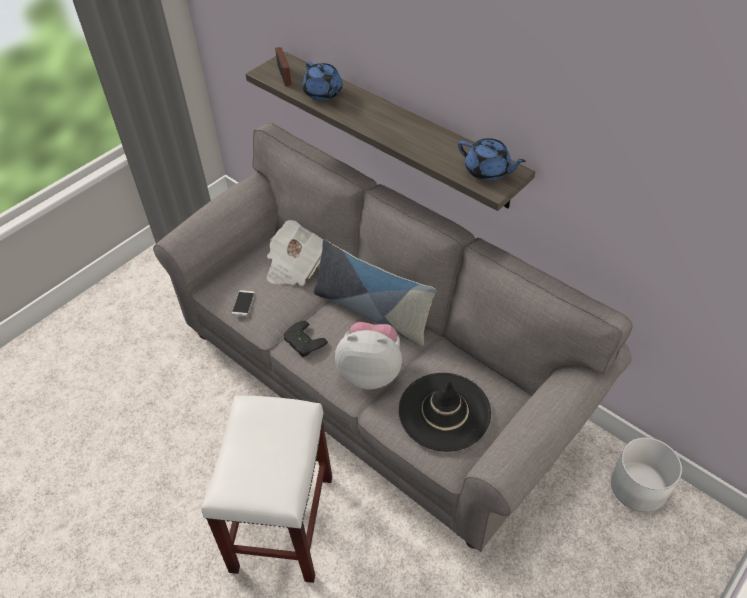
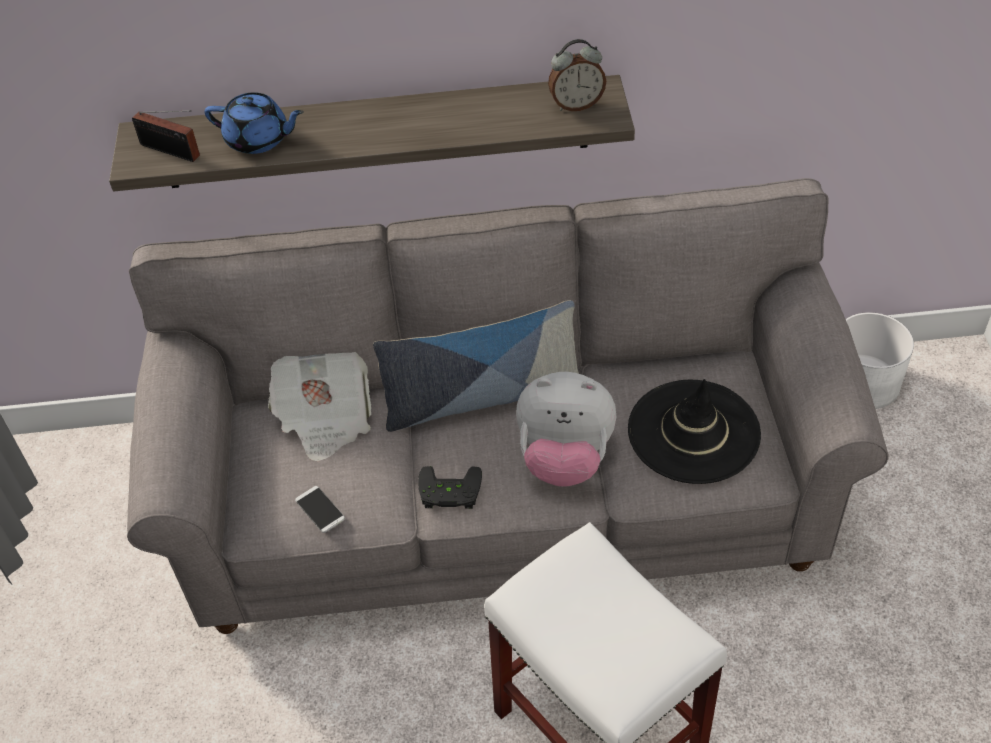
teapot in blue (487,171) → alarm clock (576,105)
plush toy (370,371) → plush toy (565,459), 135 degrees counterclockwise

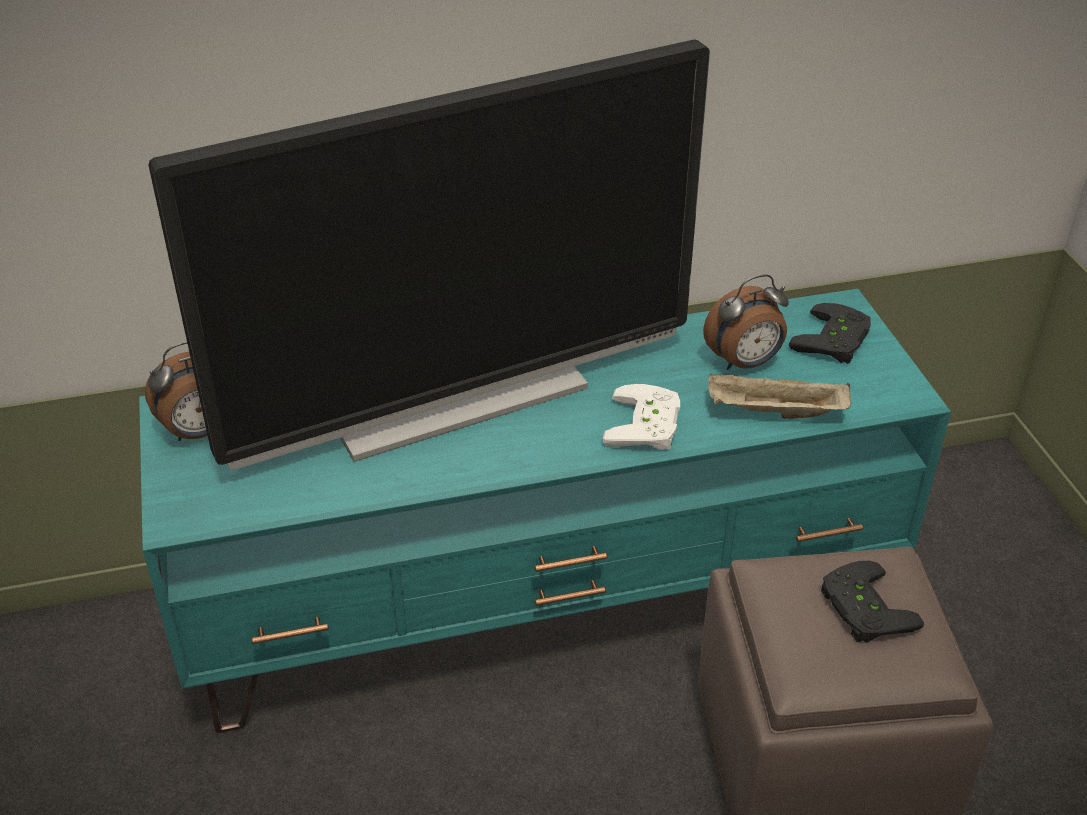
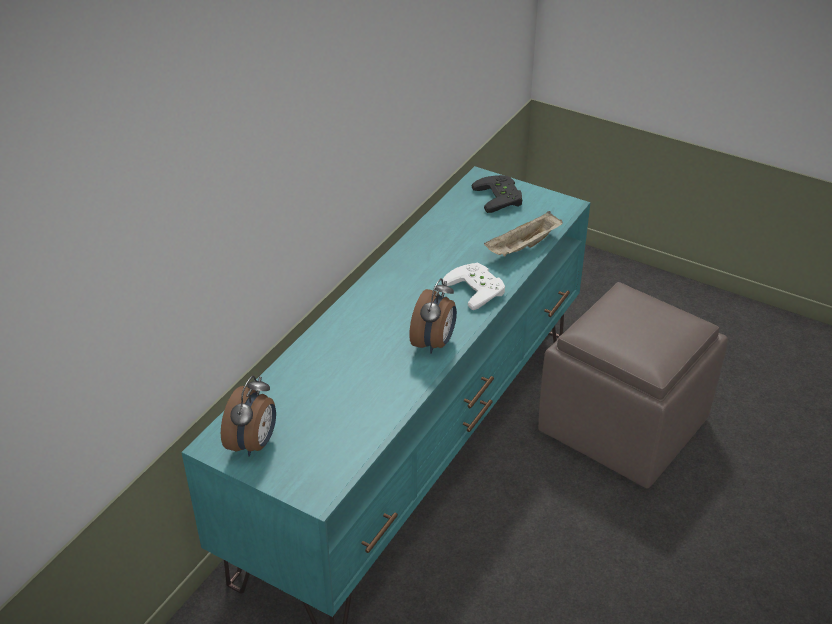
television (458,400) → -
game controller in black (861,609) → -
alarm clock (744,363) → alarm clock (434,343), relocated

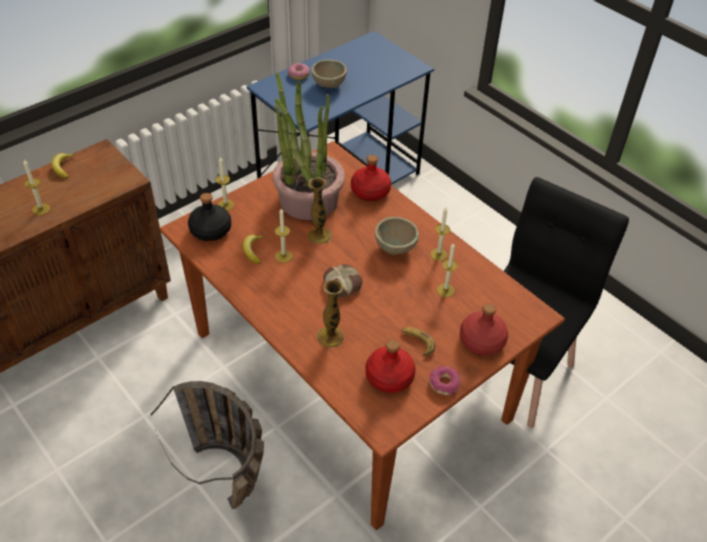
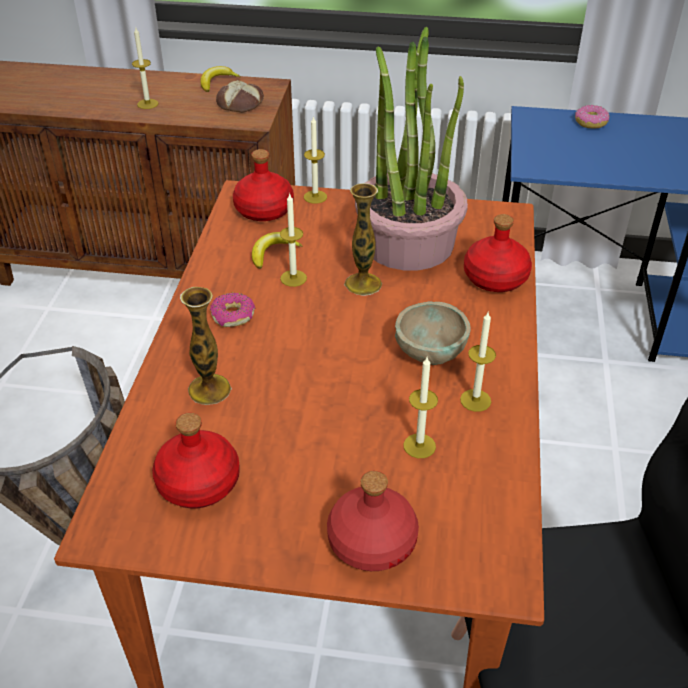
bowl in beige (329,85) → -
banana (417,342) → -
bread (343,284) → bread (241,104), relocated
donut (444,383) → donut (233,316), relocated
bottle in black (210,230) → bottle in red (263,210)

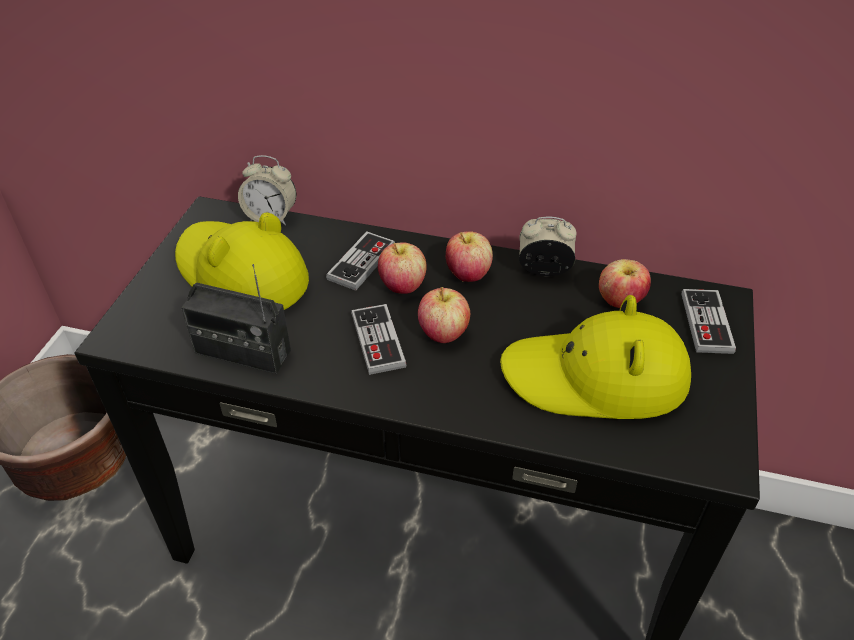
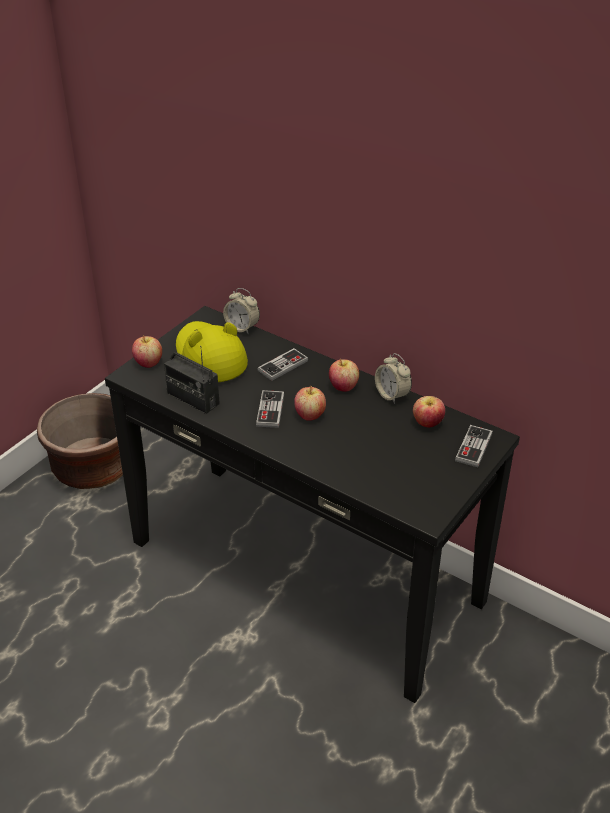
hat in yellow (596,377) → -
apple (402,285) → apple (148,363), relocated
alarm clock (544,270) → alarm clock (392,395), 150 degrees counterclockwise

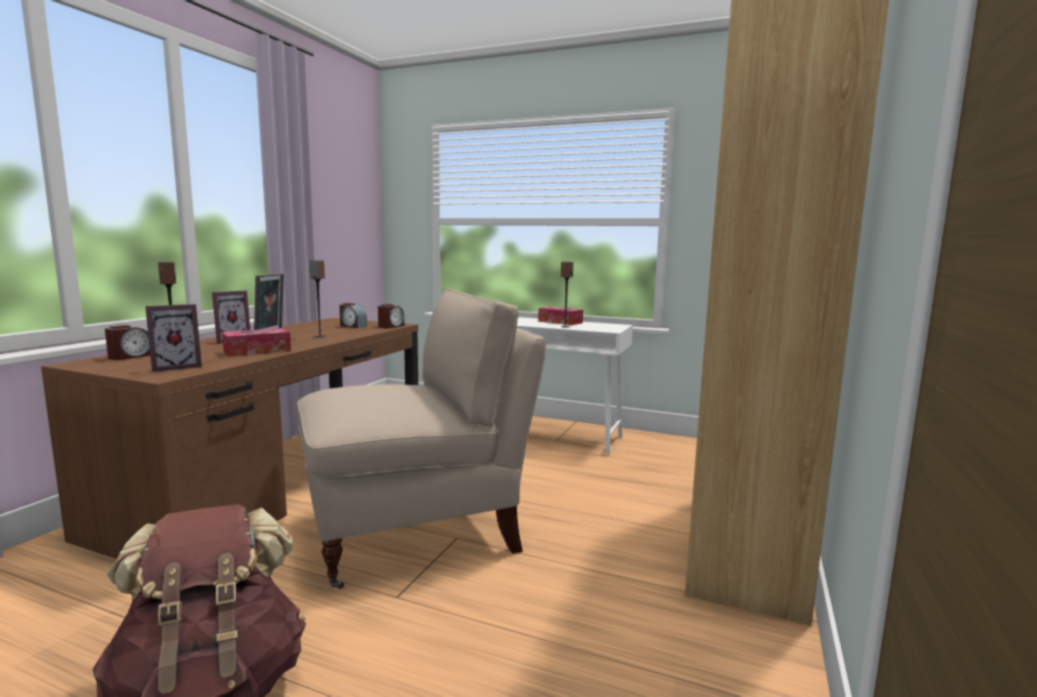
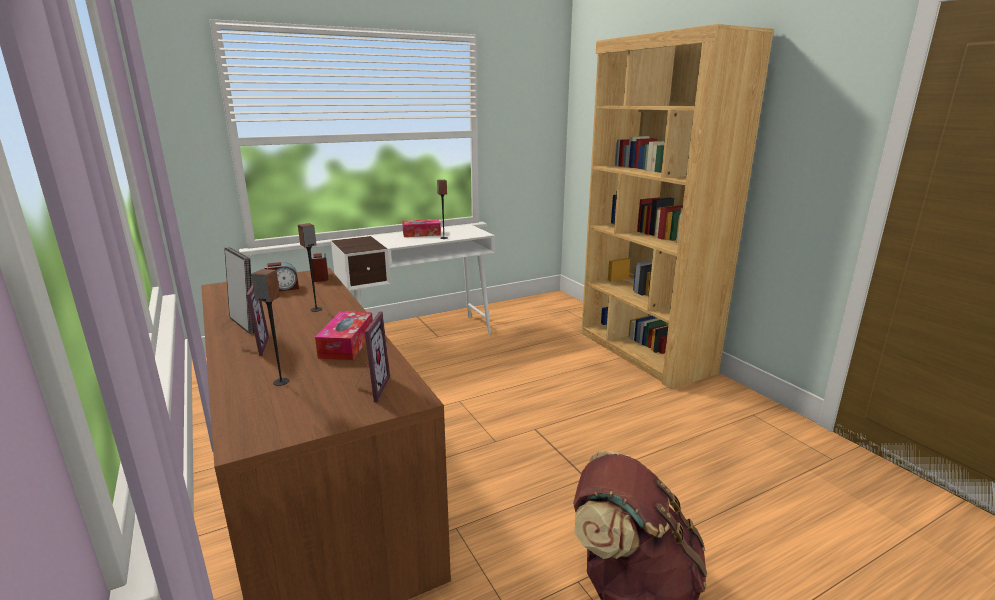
alarm clock (130,356) → -
chair in beige (416,532) → -

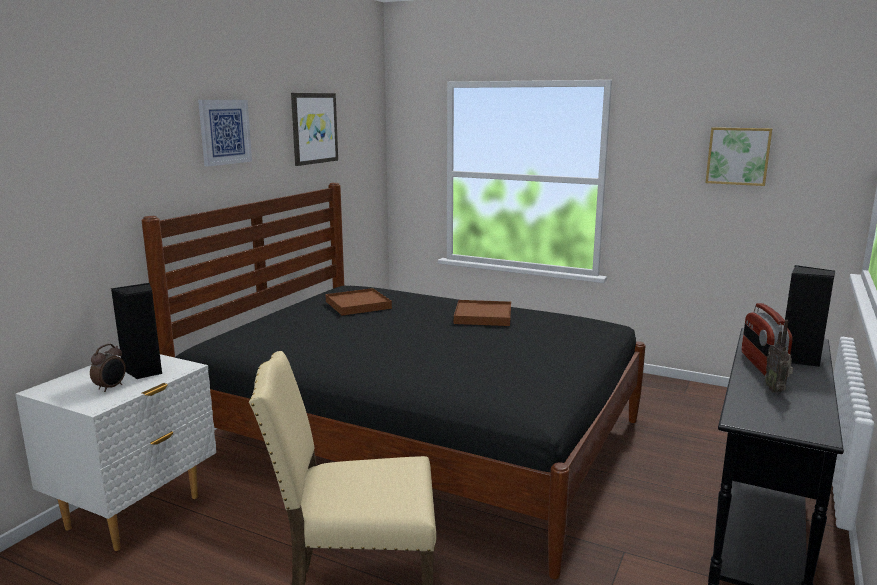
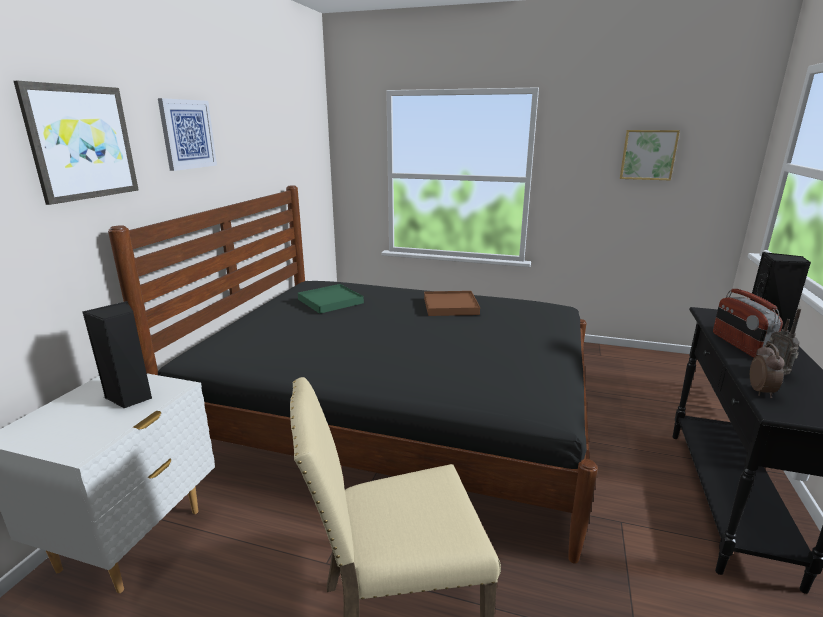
alarm clock (111,387) → alarm clock (761,392), relocated
picture (314,128) → picture (81,142), relocated
tray in brown (358,305) → tray in green (330,301)

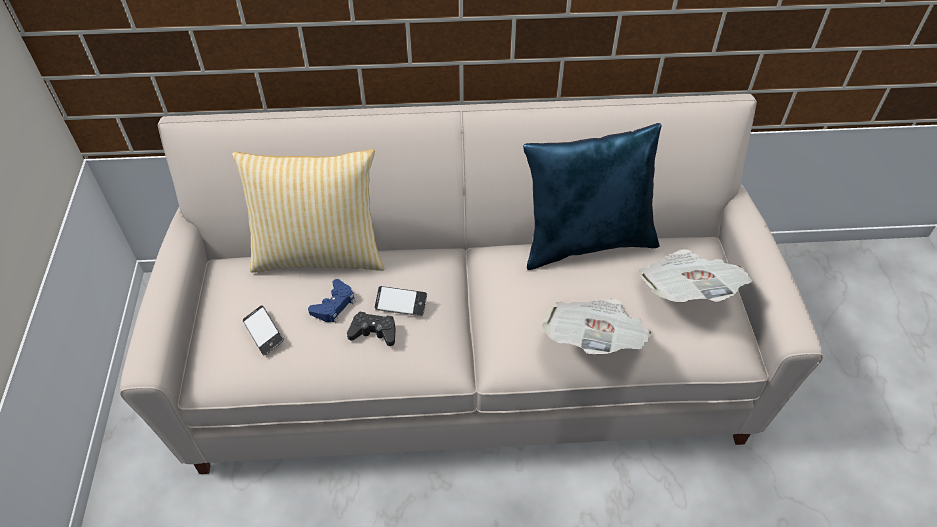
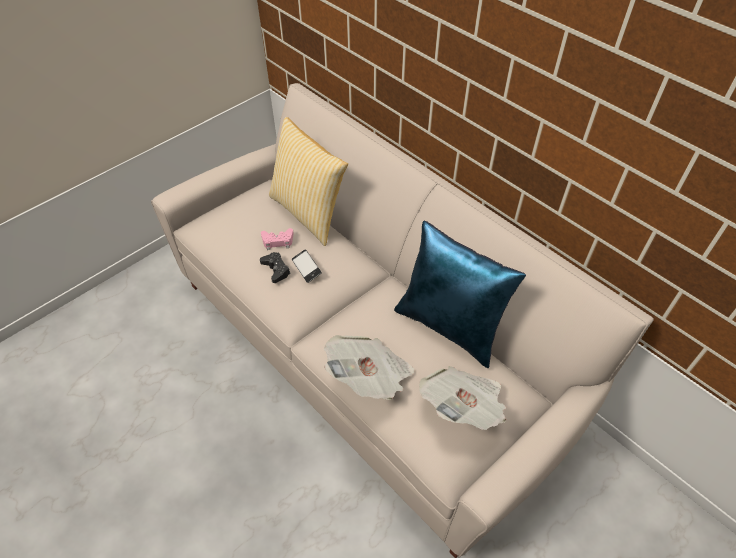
phone (264,332) → -
game controller in blue (334,305) → game controller in pink (278,241)

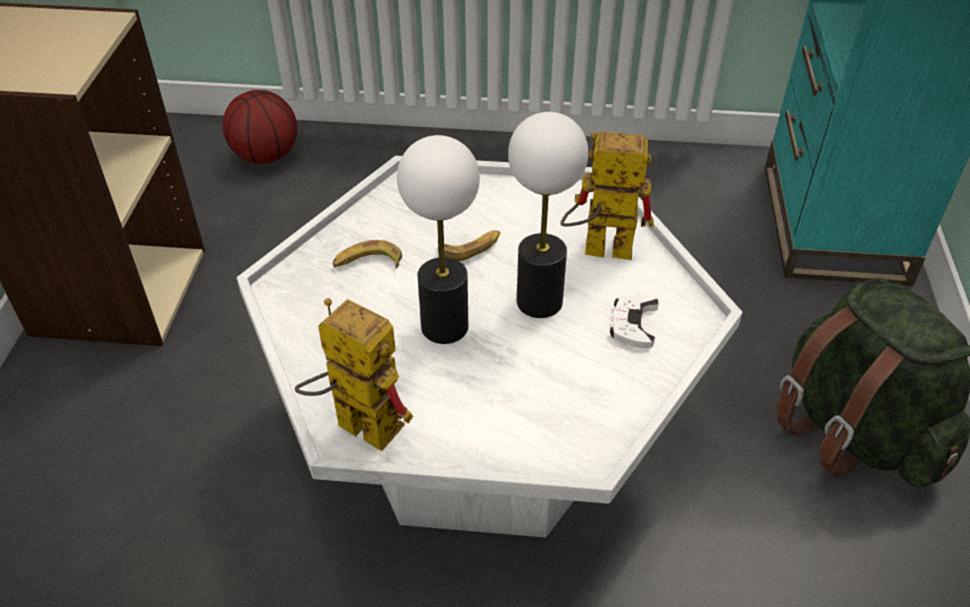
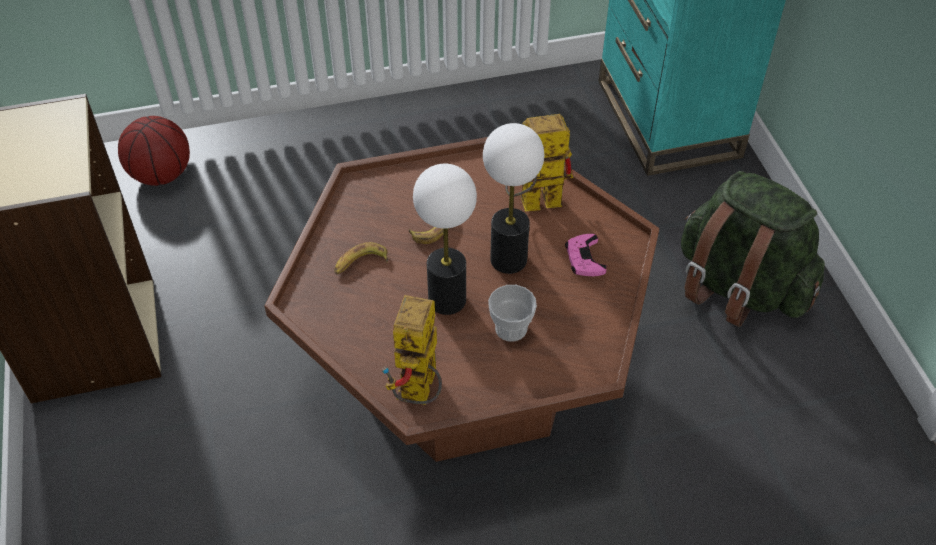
- → cup (511,328)
coffee table in white (485,431) → coffee table in brown (468,368)
game controller in white (633,324) → game controller in pink (584,259)
toy robot (355,424) → toy robot (419,395), 90 degrees counterclockwise

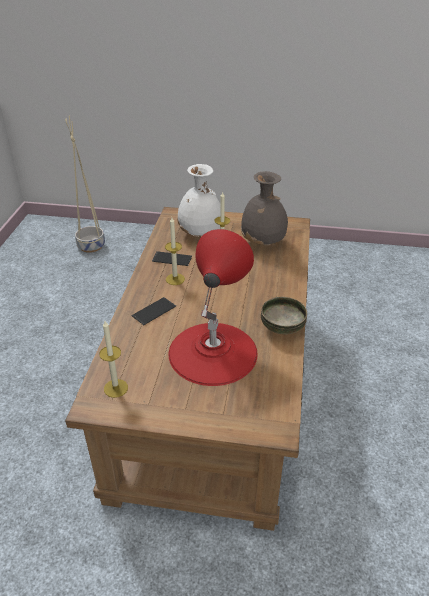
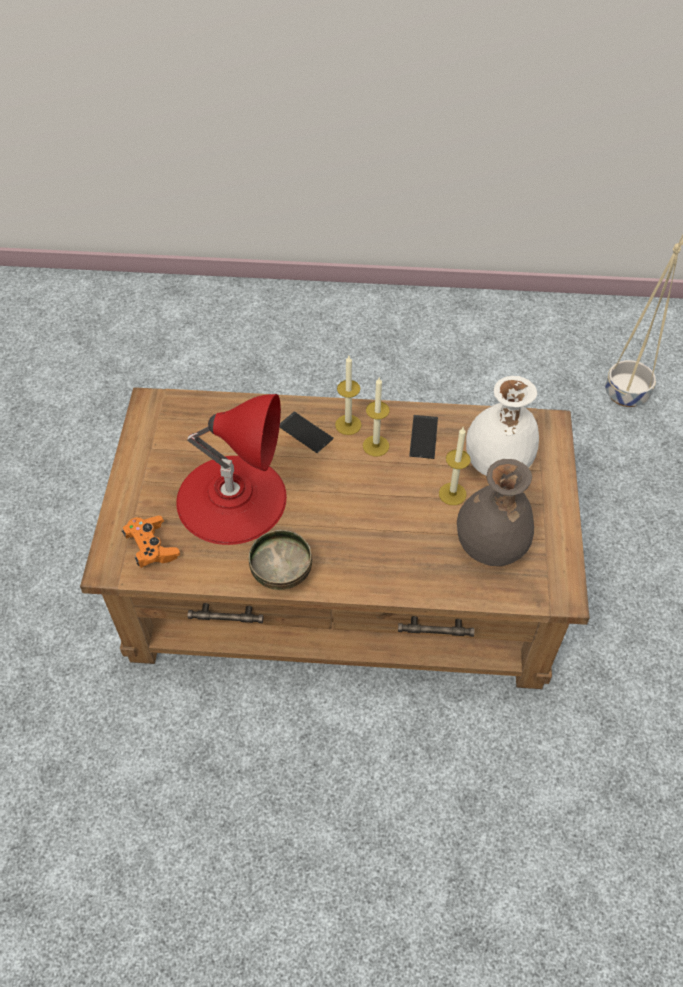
- → game controller in orange (152,547)
candle (116,388) → candle (348,424), relocated

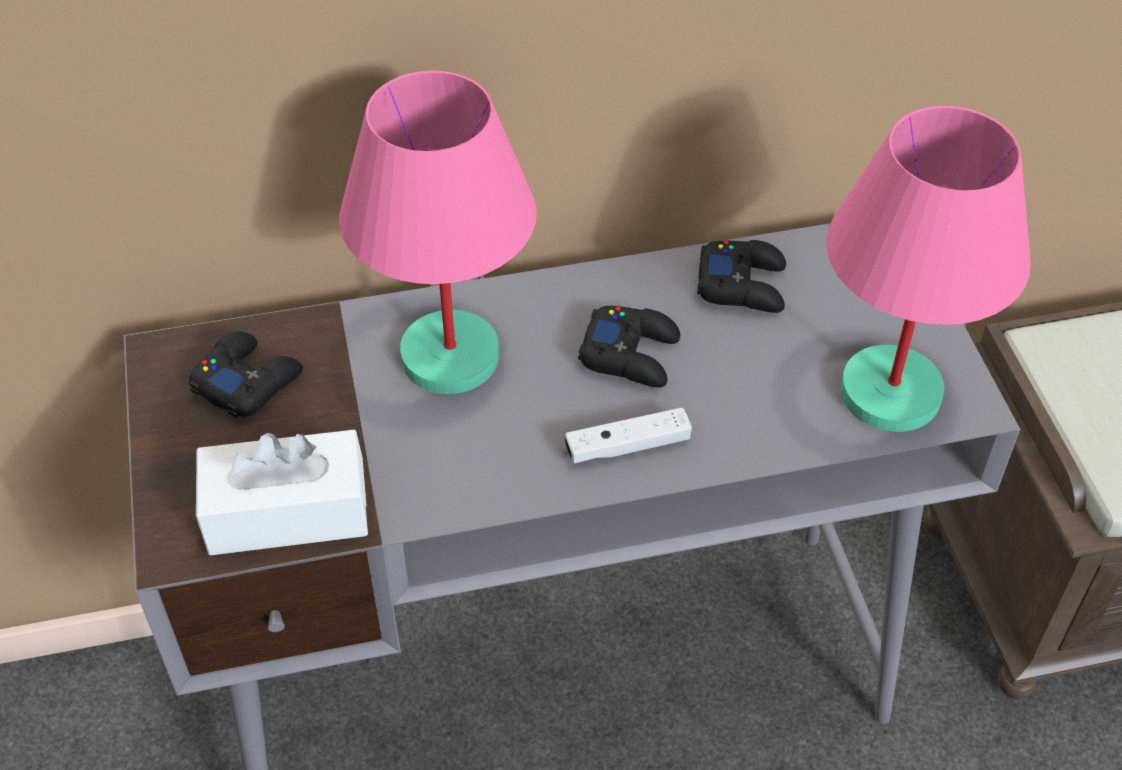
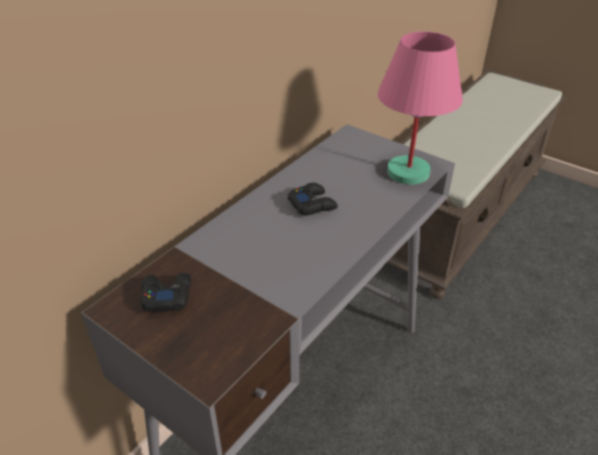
tissue box in white (287,512) → -
table lamp in pink (448,358) → -
game controller in white (627,446) → -
game controller in black (742,284) → -

